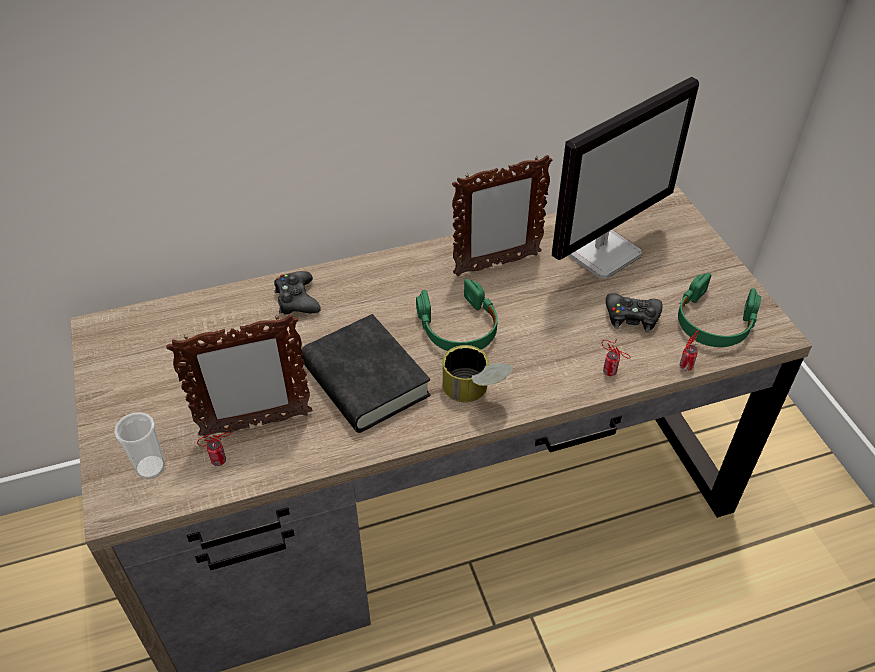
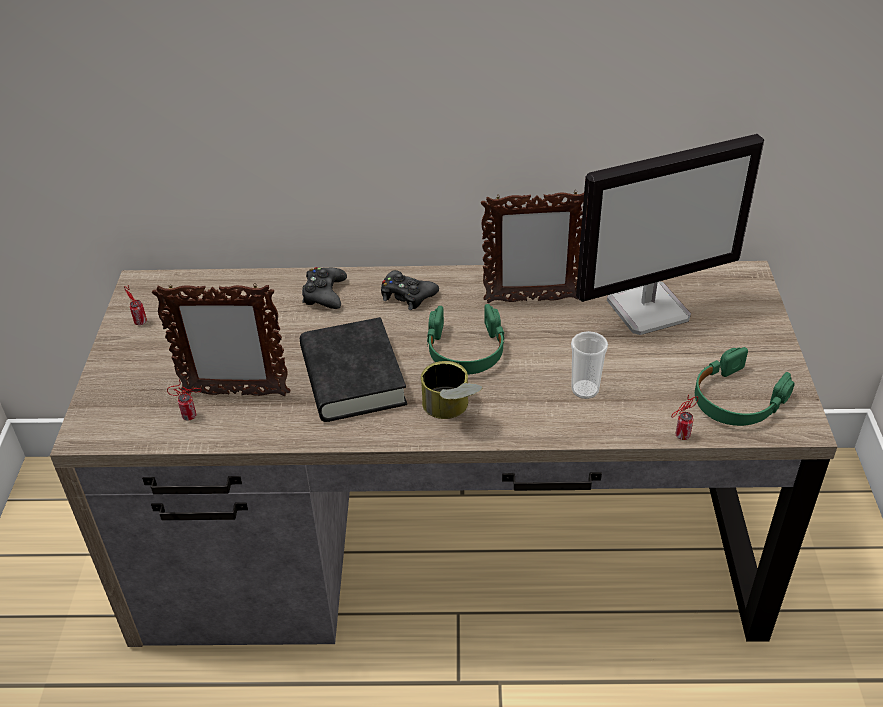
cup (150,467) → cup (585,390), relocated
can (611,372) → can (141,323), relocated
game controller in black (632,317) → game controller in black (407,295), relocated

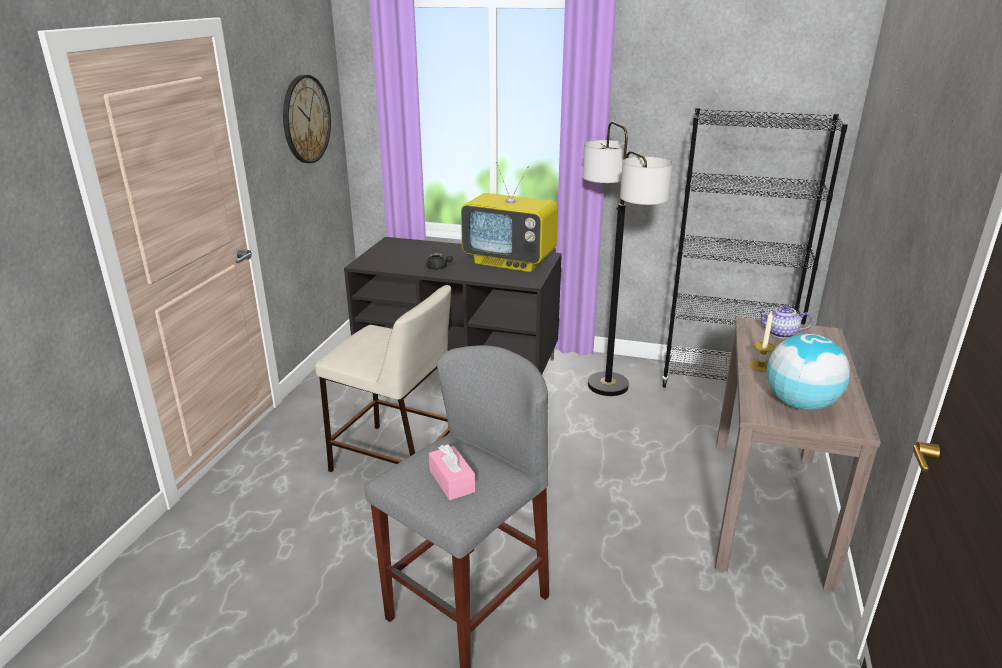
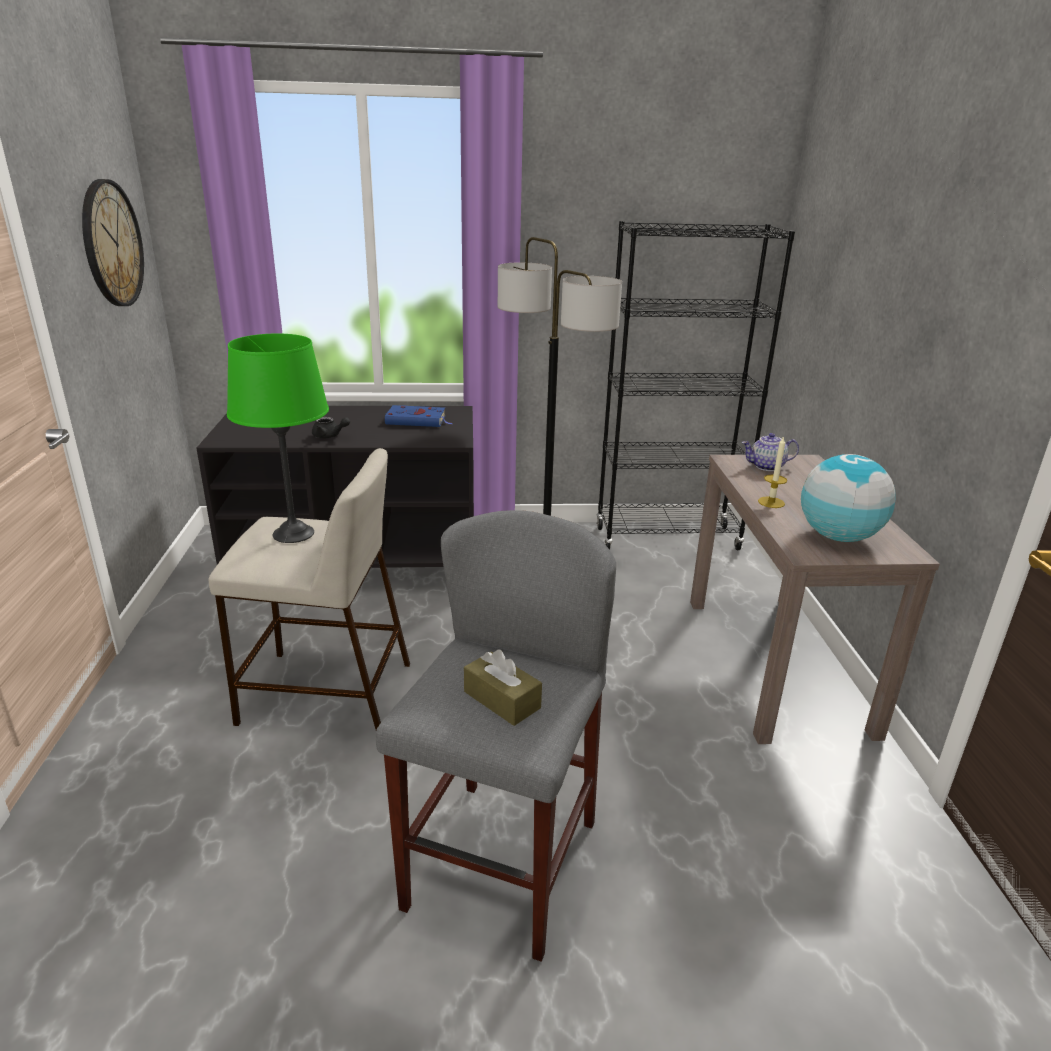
- → table lamp in green (293,533)
television (511,262) → book in blue (417,420)
tissue box in pink (452,481) → tissue box in brown (502,700)

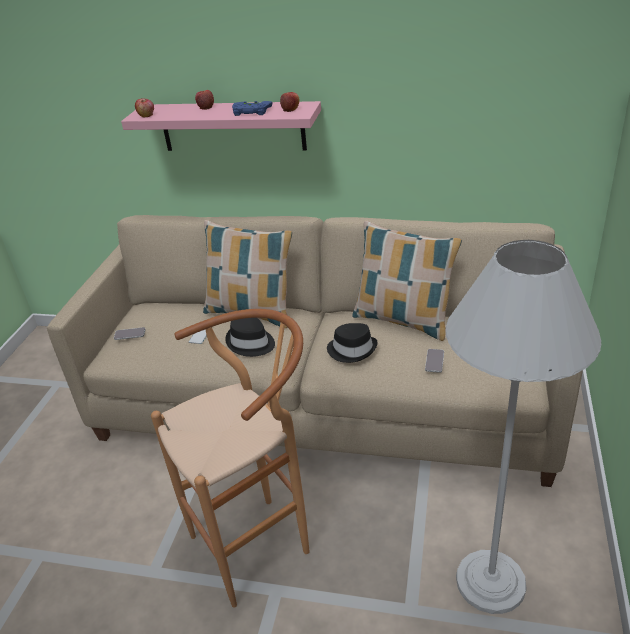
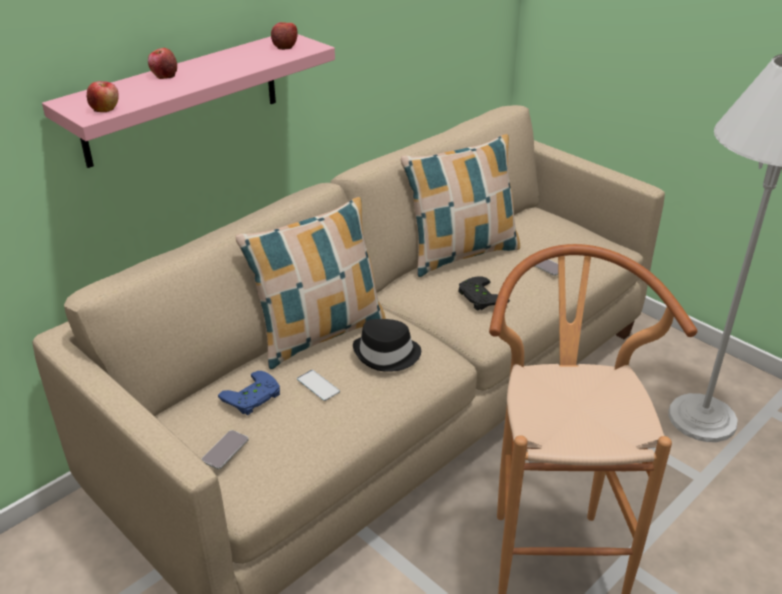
game controller in blue (251,112) → game controller in blue (253,398), relocated
hat in black (352,349) → game controller in black (479,297)

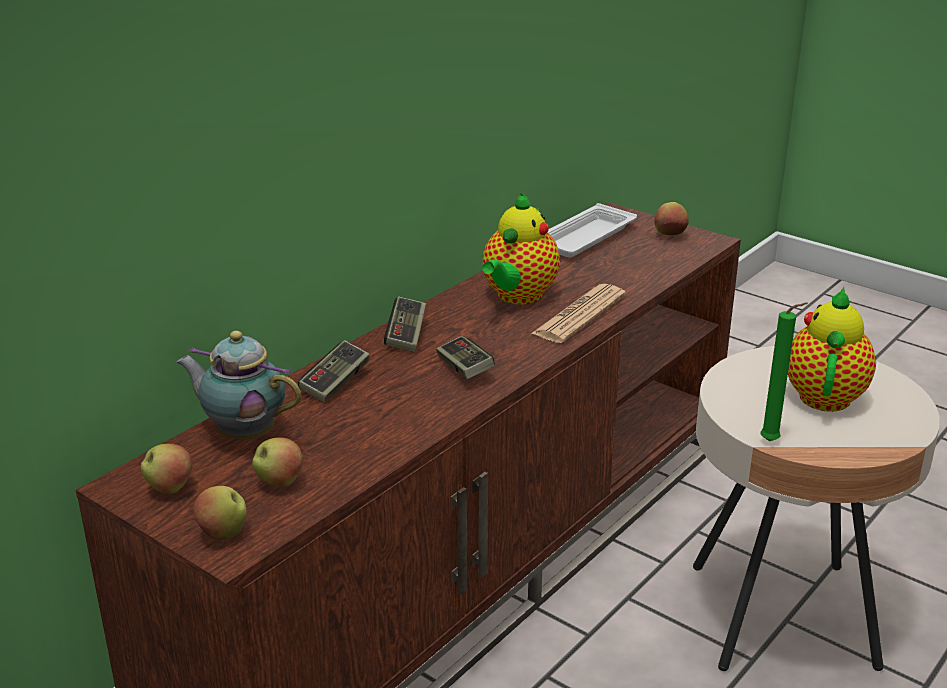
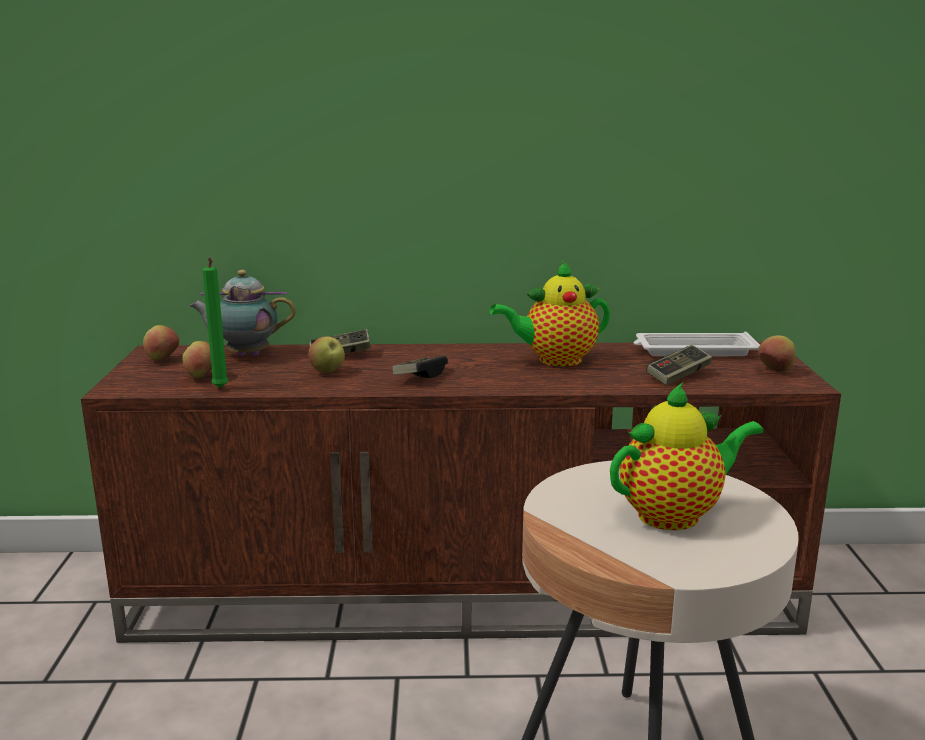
newspaper (579,315) → -
apple (223,534) → apple (327,372), relocated
game controller (406,335) → game controller (678,376), relocated
candle in green (772,442) → candle in green (220,389), relocated
teapot (243,434) → teapot (245,355), 75 degrees counterclockwise

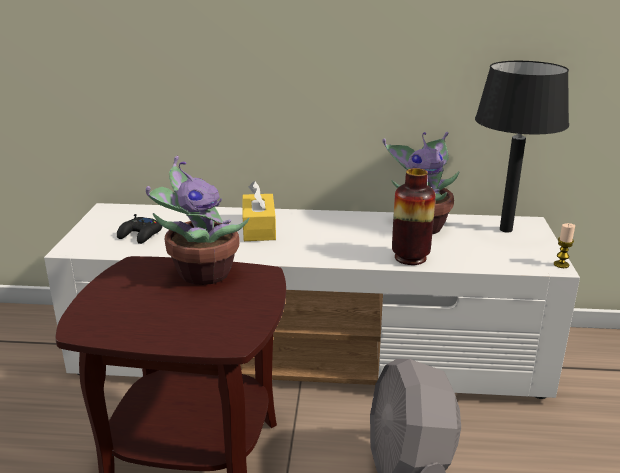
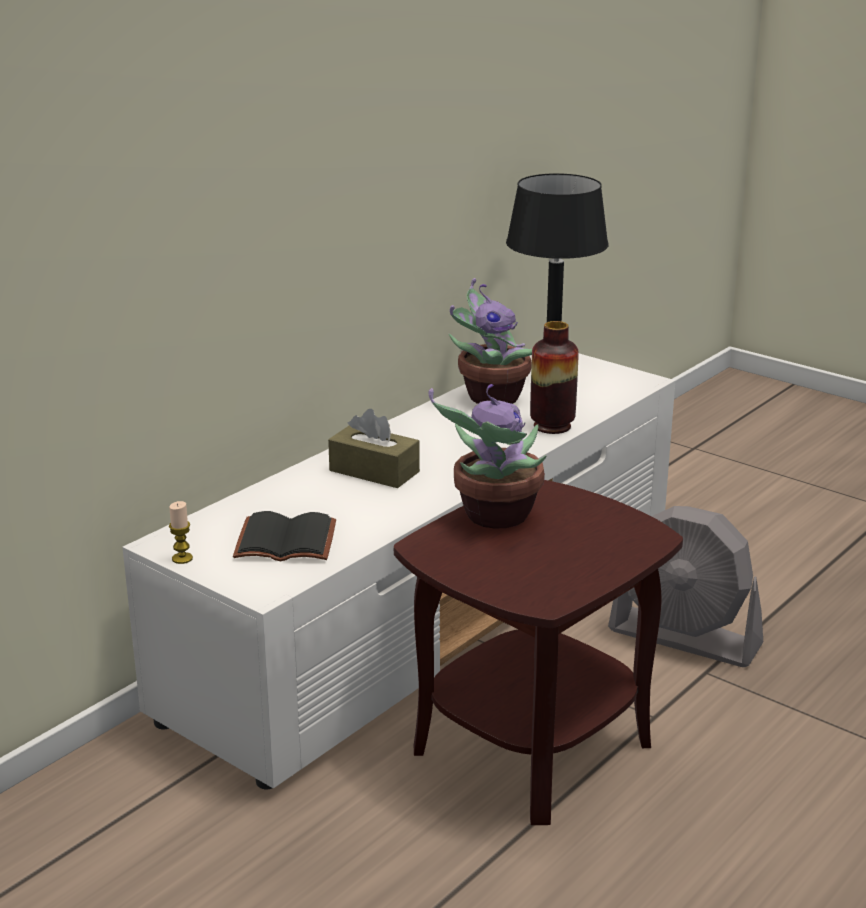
candle (561,264) → candle (182,558), relocated
game controller in black (140,235) → book in black (288,540)
tissue box in yellow (259,228) → tissue box in brown (374,471)

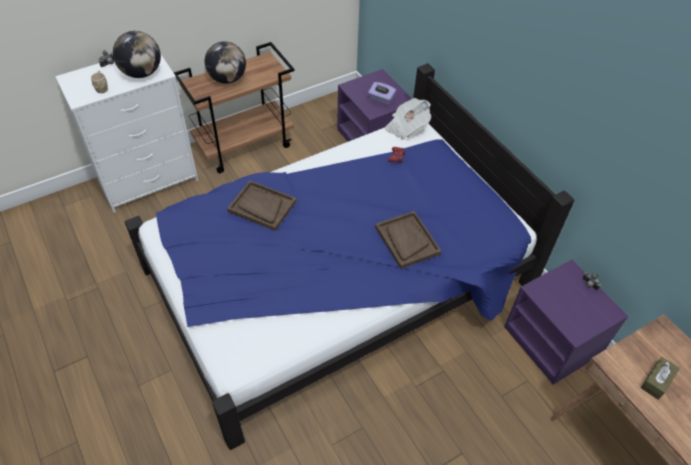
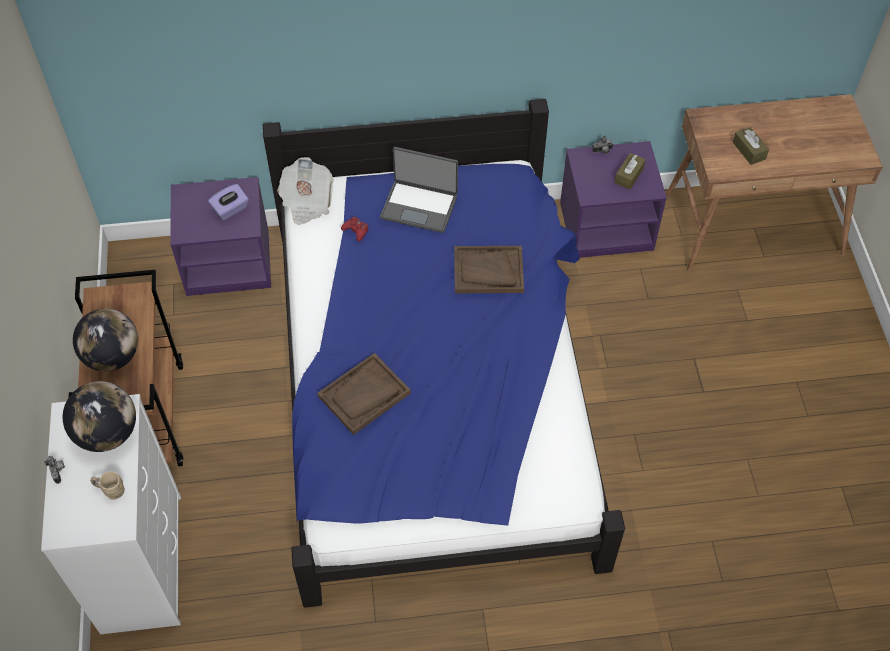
- → laptop (419,206)
- → tissue box in brown (629,175)

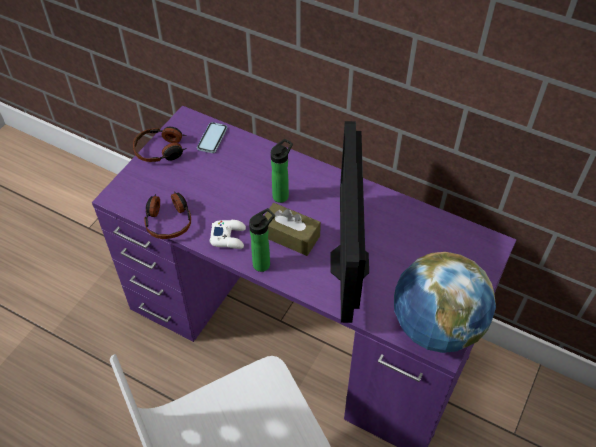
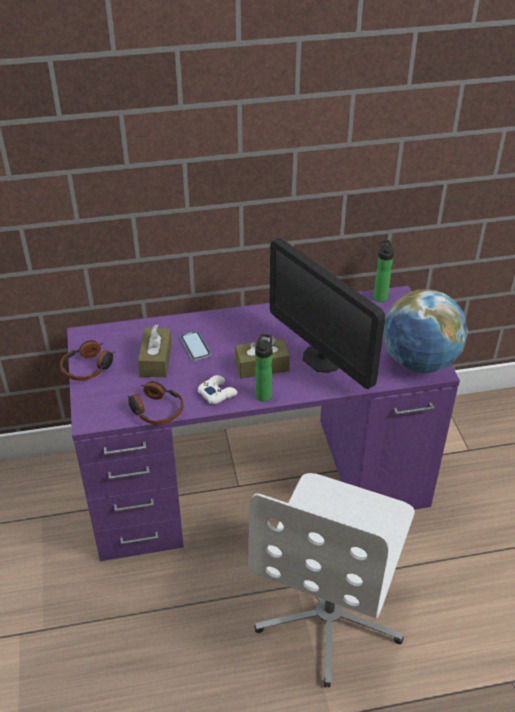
- → tissue box in brown (156,360)
phone (212,138) → phone (195,347), relocated
bottle (282,195) → bottle (380,296), relocated

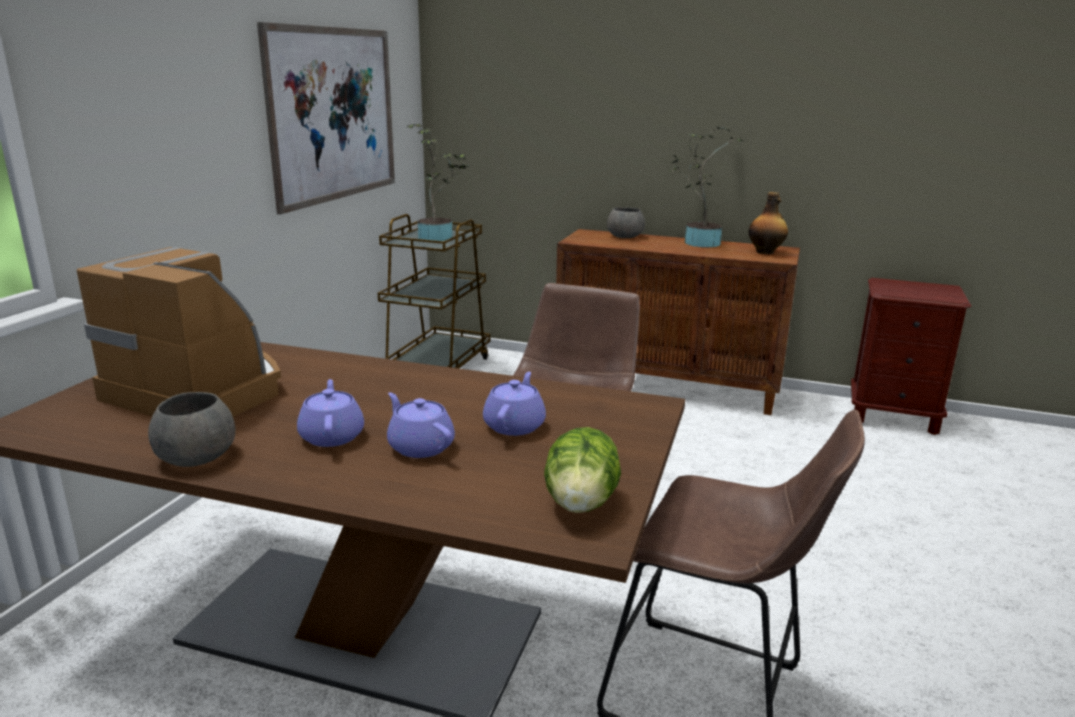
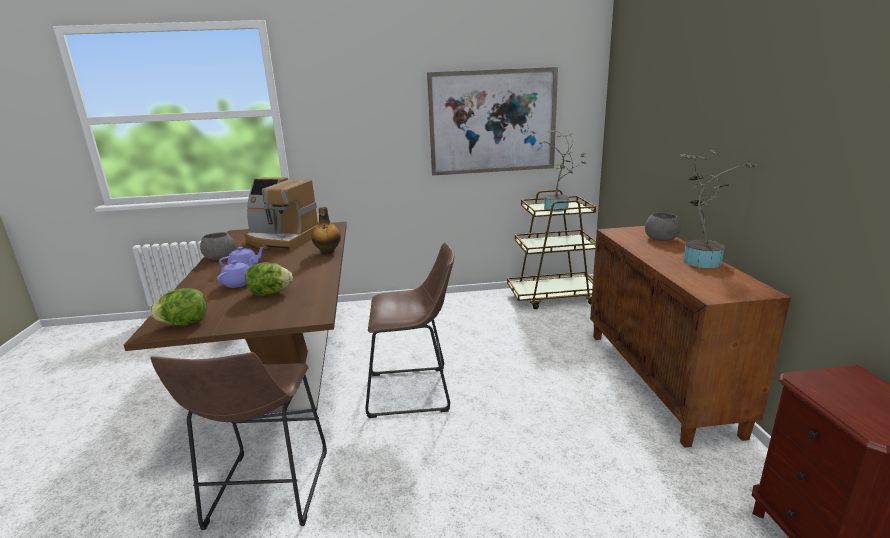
bottle (765,252) → bottle (327,252), relocated
teapot in purple (515,425) → lettuce (270,293)
coffee machine (200,390) → coffee machine (282,240), 105 degrees clockwise

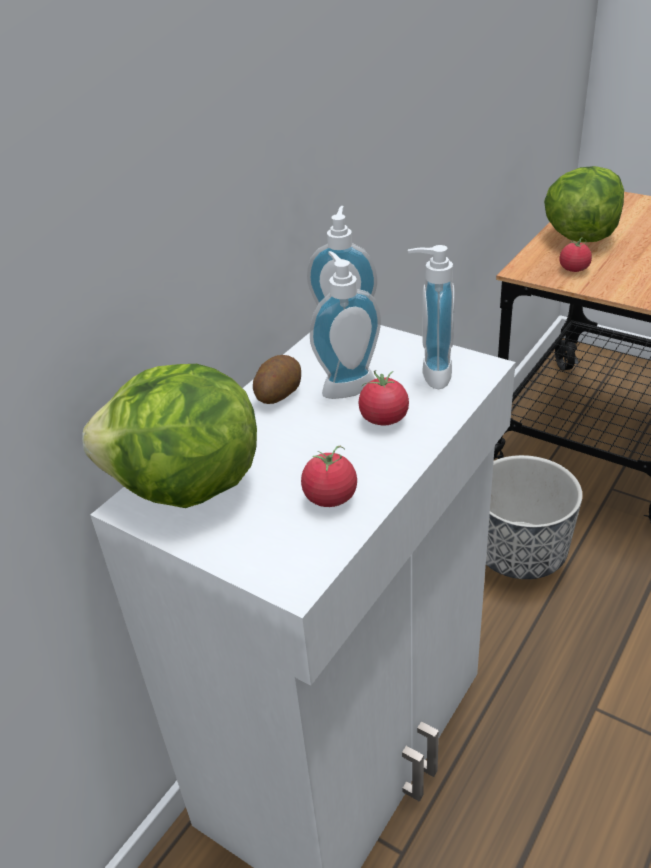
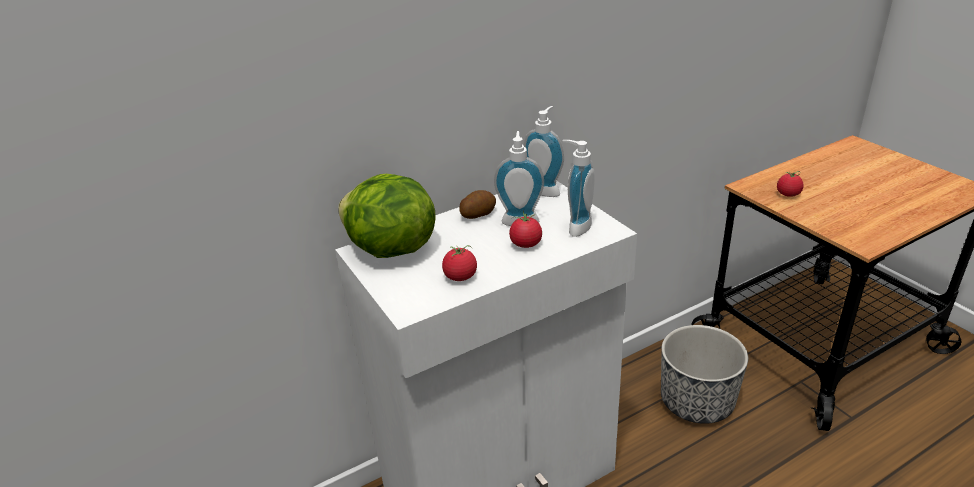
lettuce (580,236) → -

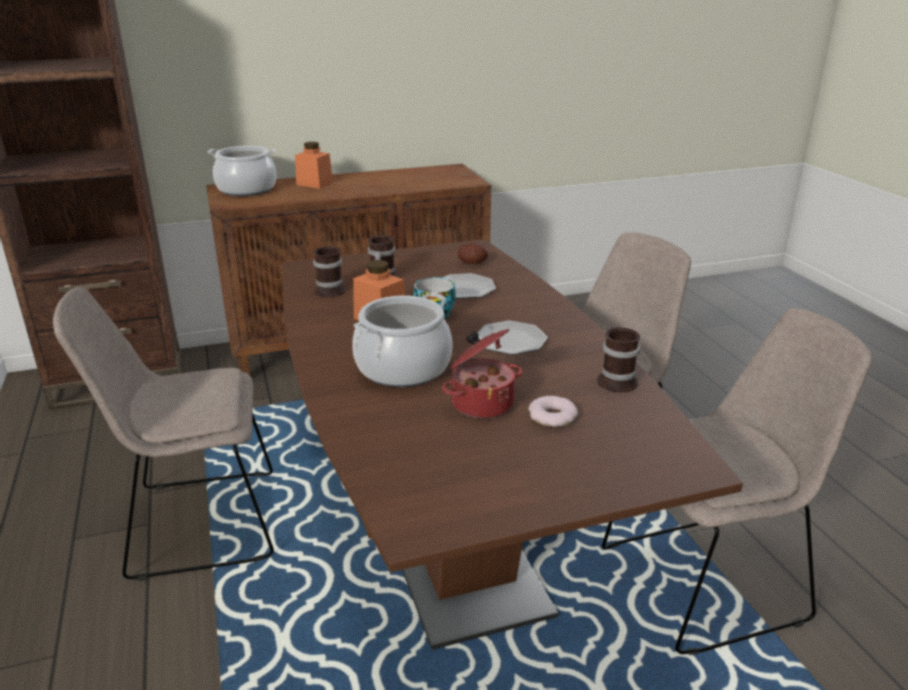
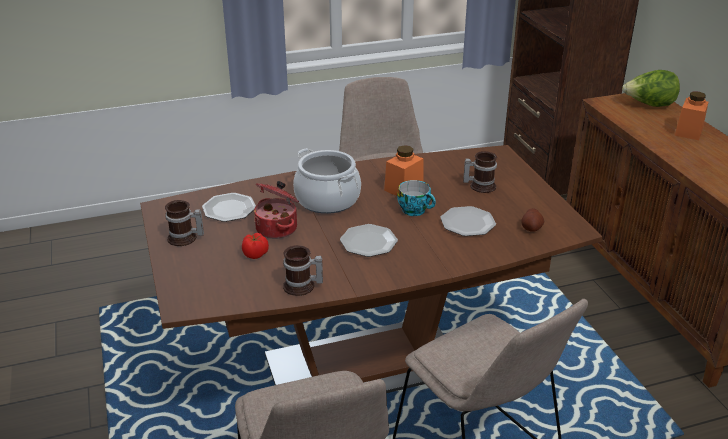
- → plate (229,209)
mug (332,289) → mug (184,239), relocated
cooking pot (246,189) → lettuce (649,105)
donut (552,416) → tomato (256,254)

